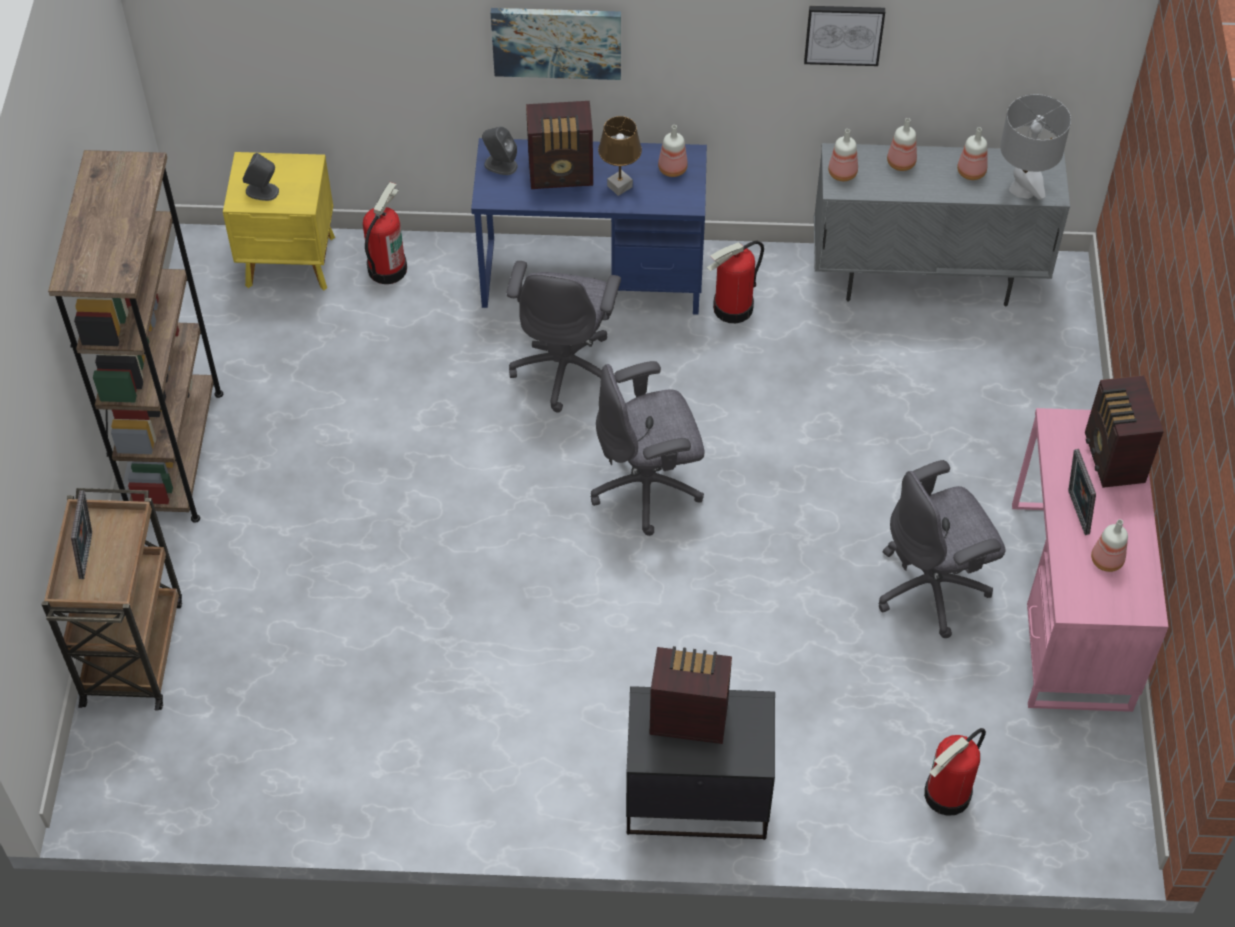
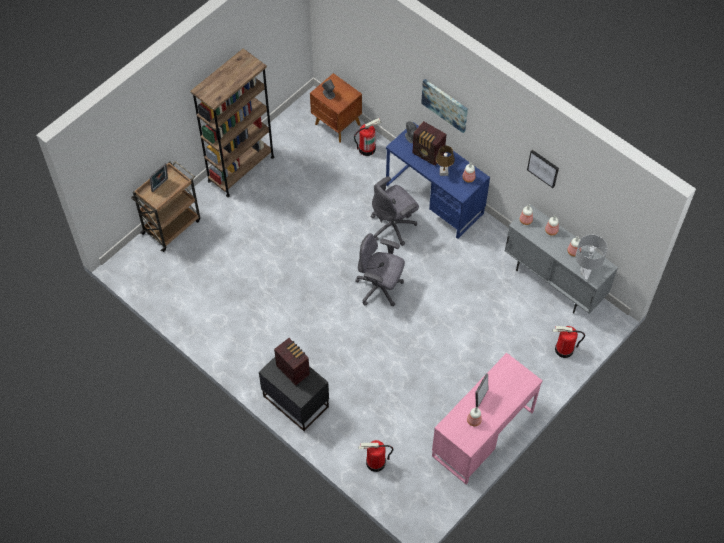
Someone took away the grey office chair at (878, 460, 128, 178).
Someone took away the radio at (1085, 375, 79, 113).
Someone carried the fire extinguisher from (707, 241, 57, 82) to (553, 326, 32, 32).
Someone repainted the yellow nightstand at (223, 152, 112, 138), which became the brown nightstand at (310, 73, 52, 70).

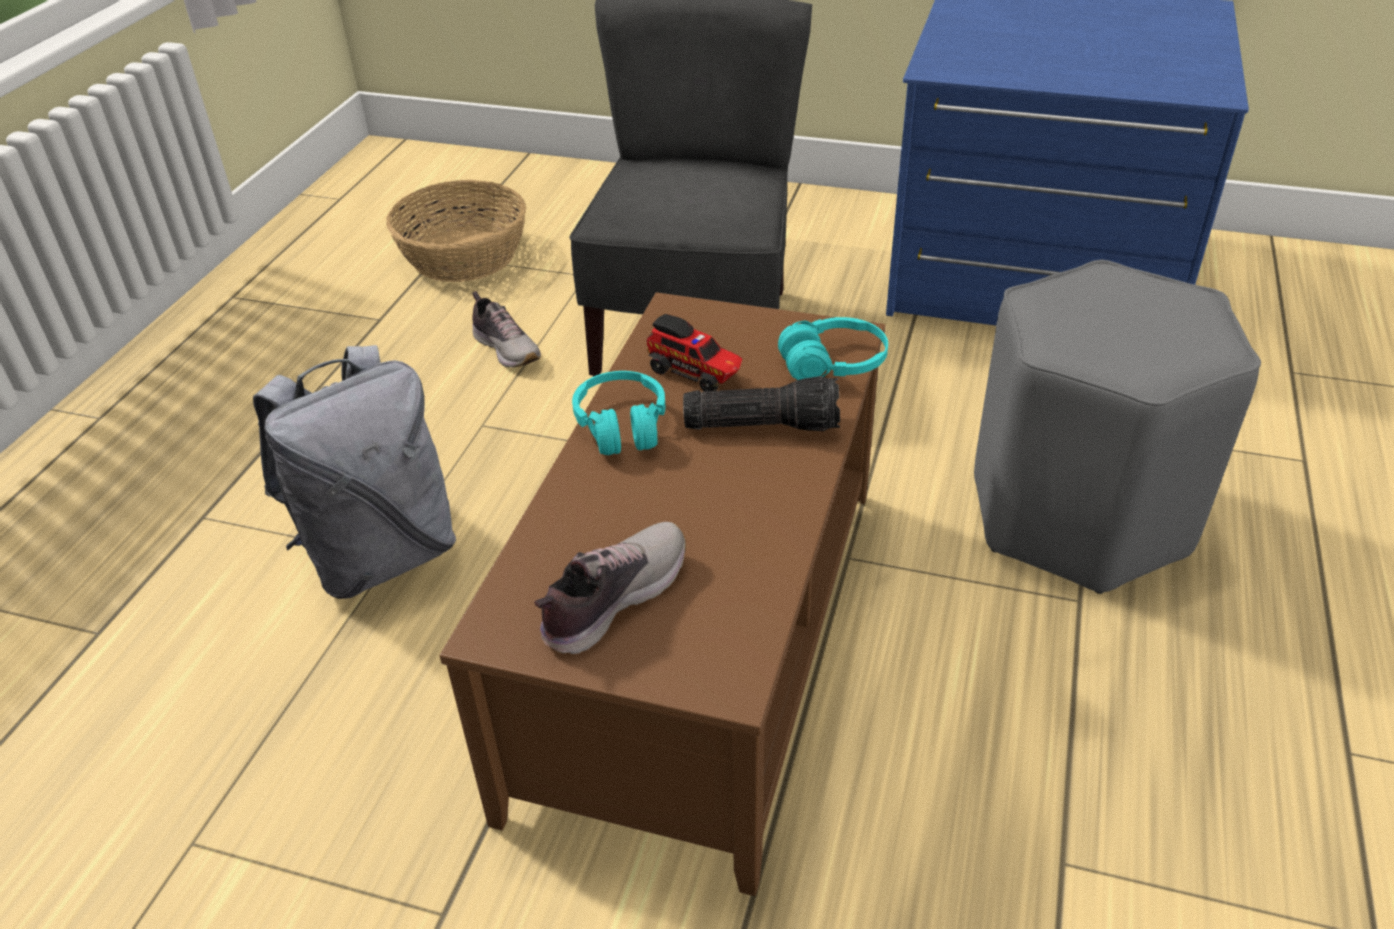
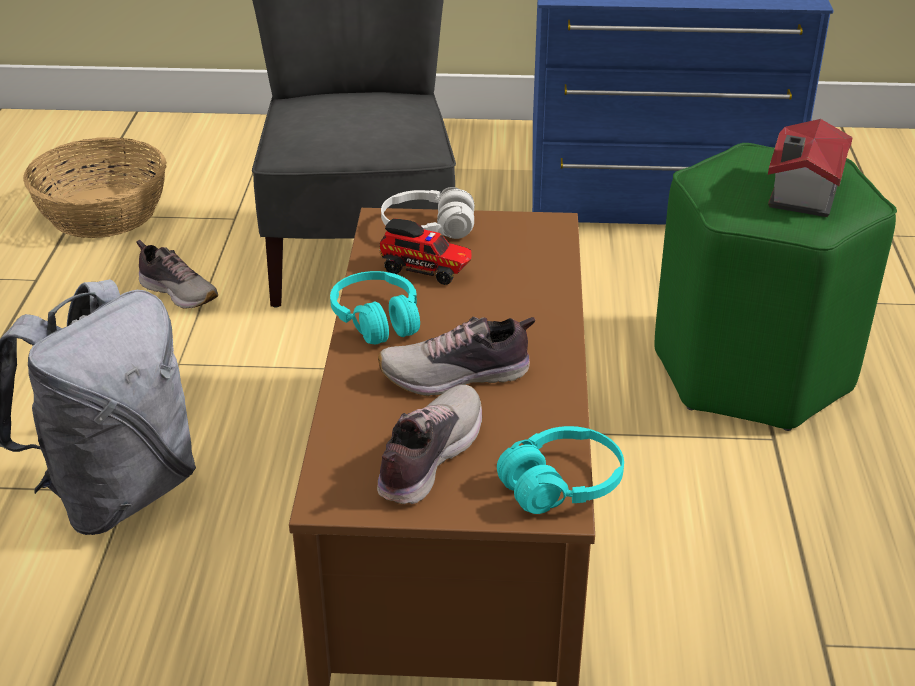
Someone took away the flashlight at (683, 376, 157, 55).
Someone put down the shoe at (378, 317, 157, 79).
Someone put down the white headphones at (381, 187, 93, 52).
Someone put down the toy house at (768, 119, 85, 98).
Someone carried the turquoise headphones from (778, 317, 110, 63) to (497, 426, 127, 88).
Someone repainted the grey stool at (974, 260, 287, 334), which became the green stool at (655, 143, 242, 288).

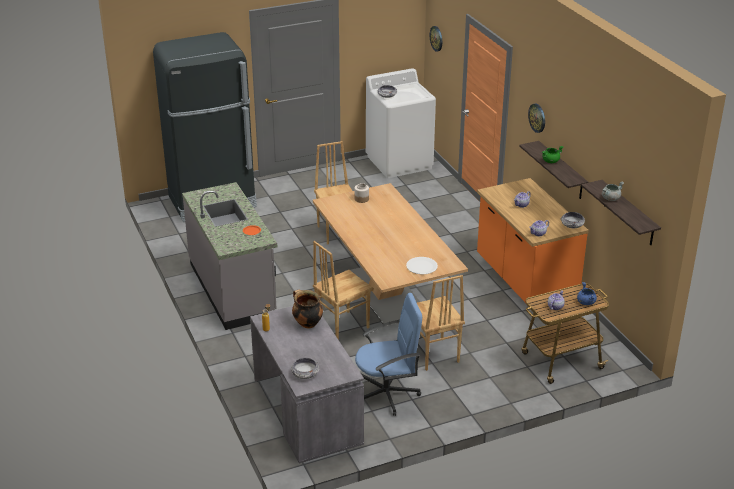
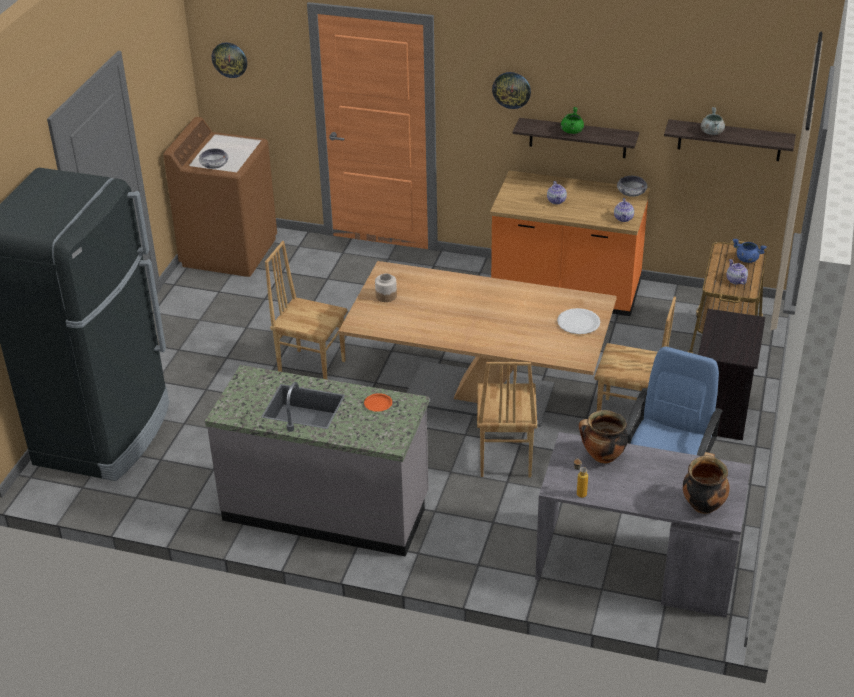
Someone put down the black nightstand at (698, 309, 67, 131).
Someone swapped the bowl at (291, 358, 28, 21) for the cooking pot at (683, 452, 47, 62).
Someone repainted the white washing machine at (366, 68, 70, 110), which became the brown washing machine at (163, 117, 114, 160).

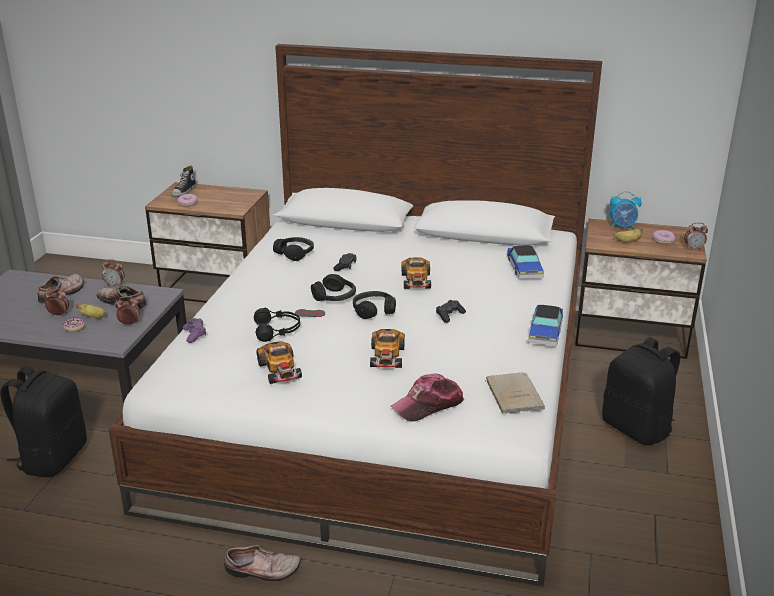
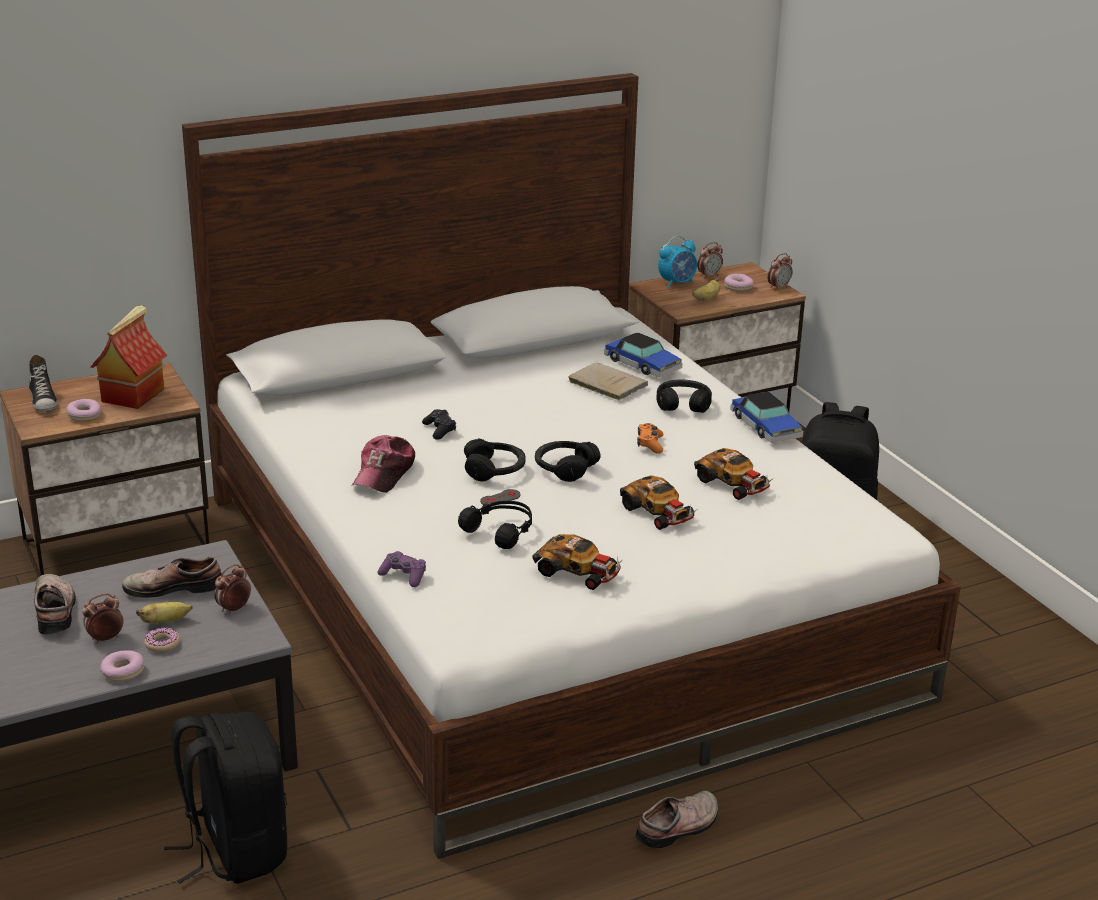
Someone put down the toy house at (91, 305, 76, 104).
Someone put down the donut at (100, 650, 44, 31).
Someone carried the alarm clock from (102, 259, 23, 28) to (697, 242, 26, 37).
Someone carried the black headphones from (273, 237, 41, 24) to (656, 379, 56, 34).
Someone carried the cap from (391, 374, 73, 48) to (352, 435, 63, 58).
Someone carried the toy car from (402, 257, 29, 32) to (694, 448, 78, 52).
Someone carried the beige book from (485, 373, 60, 41) to (567, 362, 81, 38).
Someone repainted the black game controller at (436, 300, 30, 23), which became the orange game controller at (637, 423, 27, 31).

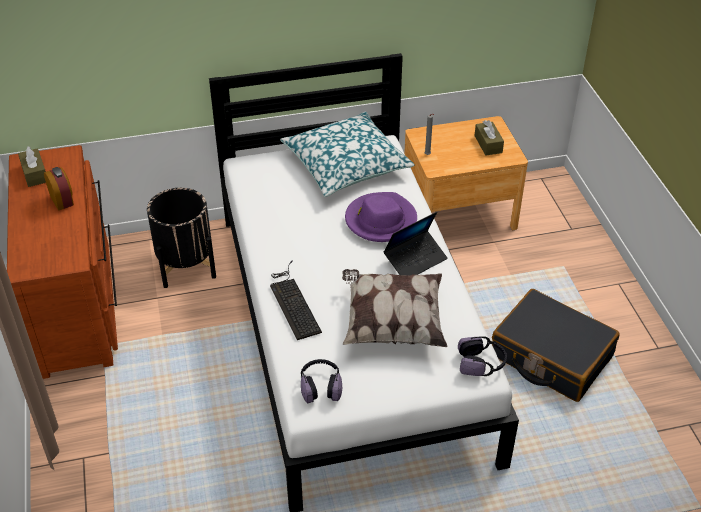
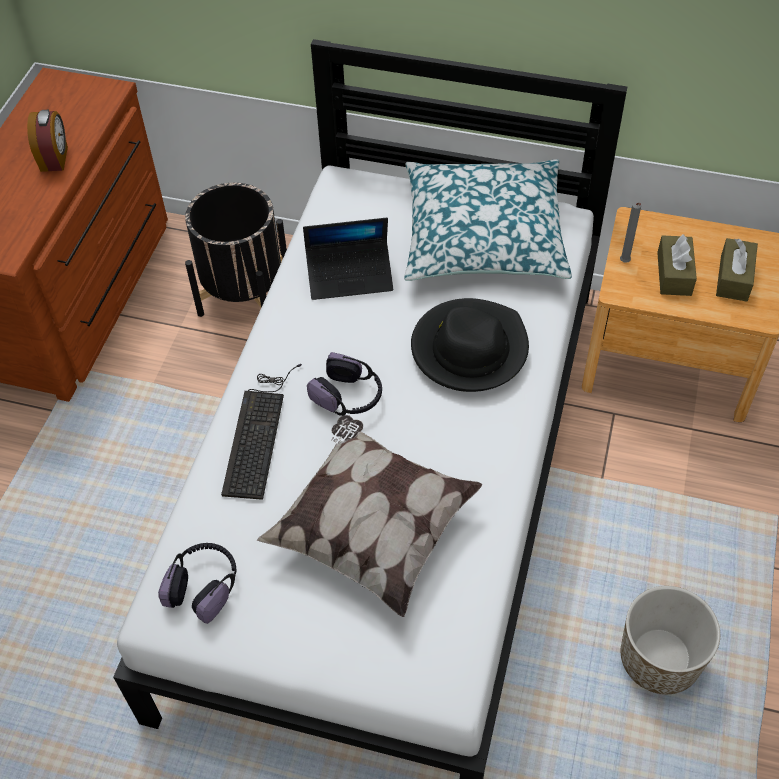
Someone carried the brown tissue box from (18, 146, 28, 41) to (657, 234, 40, 62).
Someone carried the laptop from (383, 212, 65, 63) to (303, 218, 90, 82).
Someone carried the headphones from (458, 336, 49, 40) to (307, 352, 75, 64).
Someone swapped the black suitcase at (492, 289, 128, 113) for the planter at (621, 586, 99, 108).
Someone repainted the purple hat at (345, 192, 72, 50), which became the black hat at (411, 298, 118, 94).

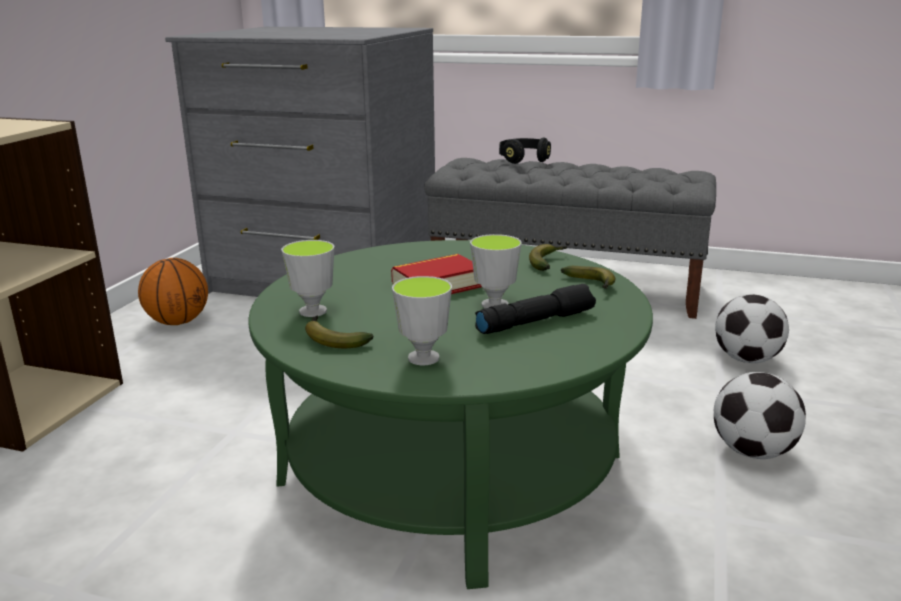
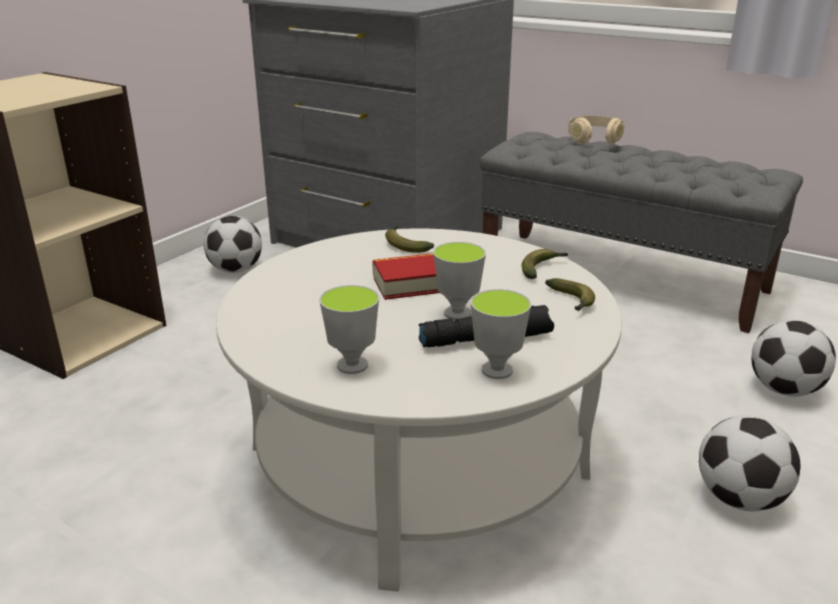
Someone carried the cup from (281, 240, 54, 77) to (471, 289, 61, 90).
Someone carried the banana from (305, 316, 69, 32) to (385, 226, 49, 27).
Someone swapped the basketball at (138, 258, 70, 67) for the football at (203, 216, 59, 57).
Someone repainted the green coffee table at (249, 240, 404, 349), which became the white coffee table at (216, 228, 406, 364).
Someone repainted the black headphones at (499, 137, 52, 27), which became the beige headphones at (568, 116, 57, 28).

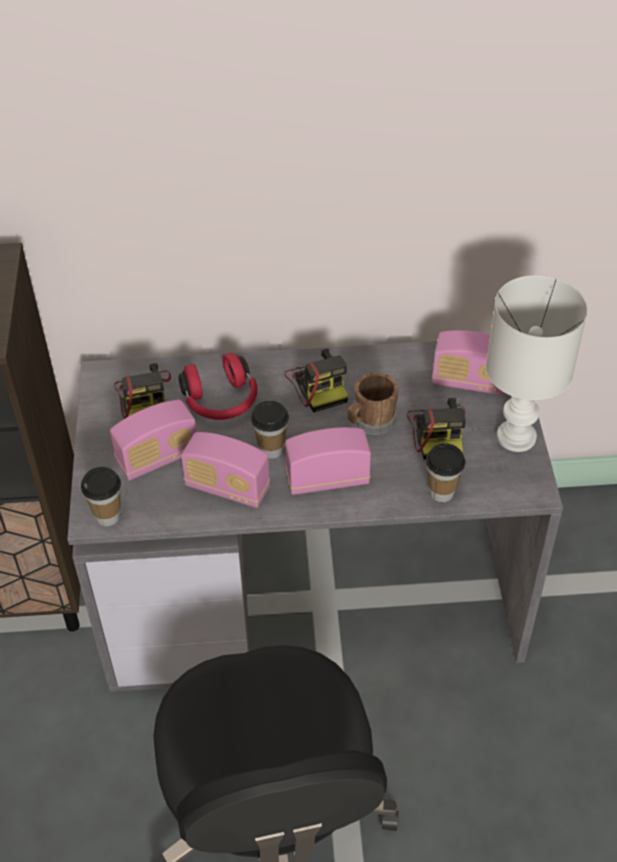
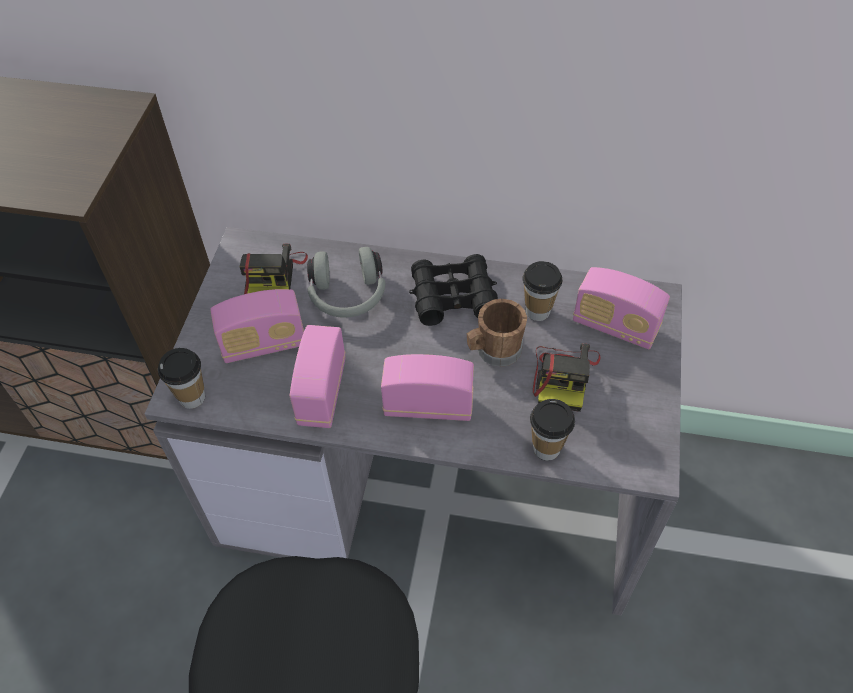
Someone took away the white table lamp at (486, 275, 102, 177).
Someone carried the cup from (251, 401, 38, 58) to (522, 261, 40, 60).
Someone swapped the photo camera at (285, 349, 63, 64) for the black binoculars at (409, 254, 89, 72).
Someone repainted the red headphones at (179, 352, 79, 68), which became the grey headphones at (307, 247, 78, 71).
Someone rotated the radio at (181, 432, 89, 76) by 60 degrees clockwise.

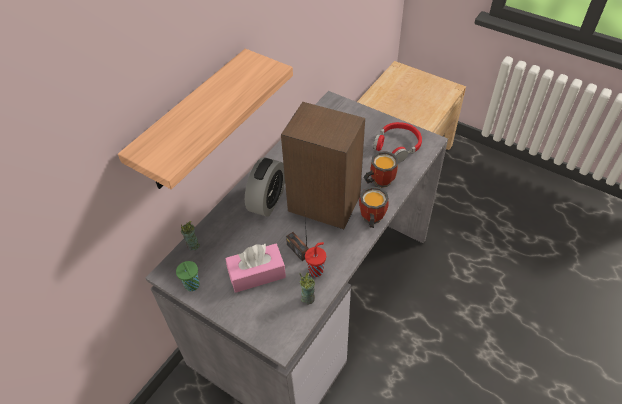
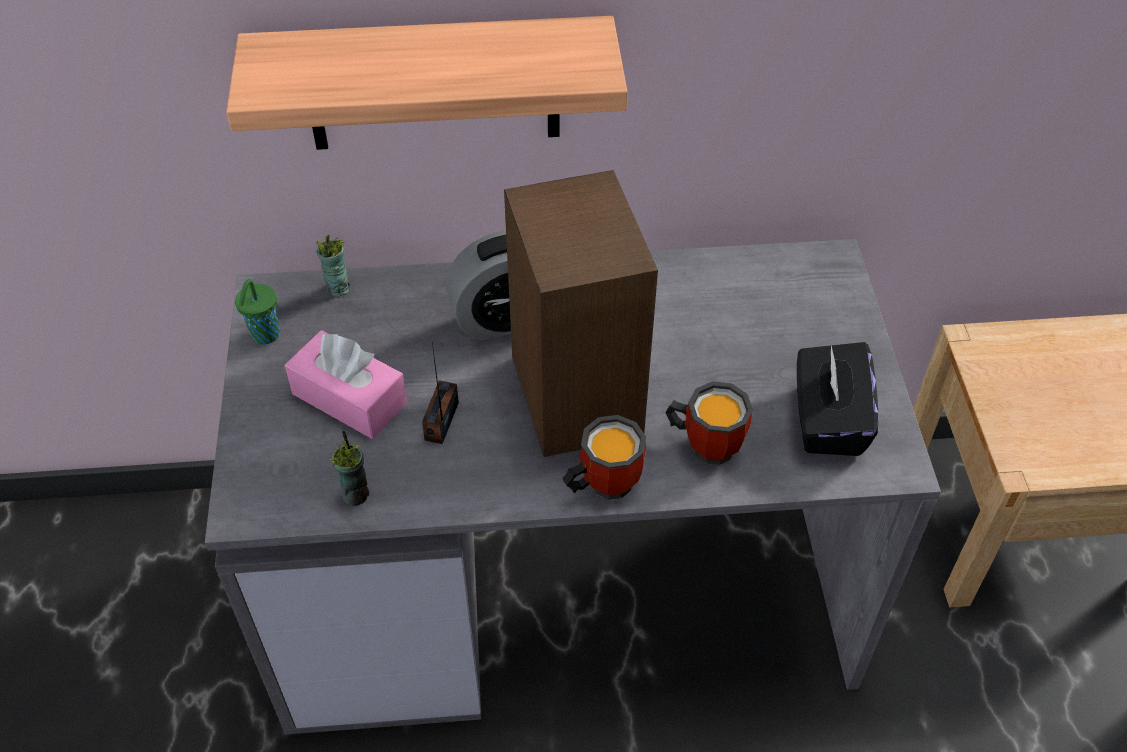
Someone took away the red cup at (305, 242, 21, 35).
Someone swapped the red headphones at (373, 122, 49, 41) for the black tissue box at (797, 342, 82, 114).

